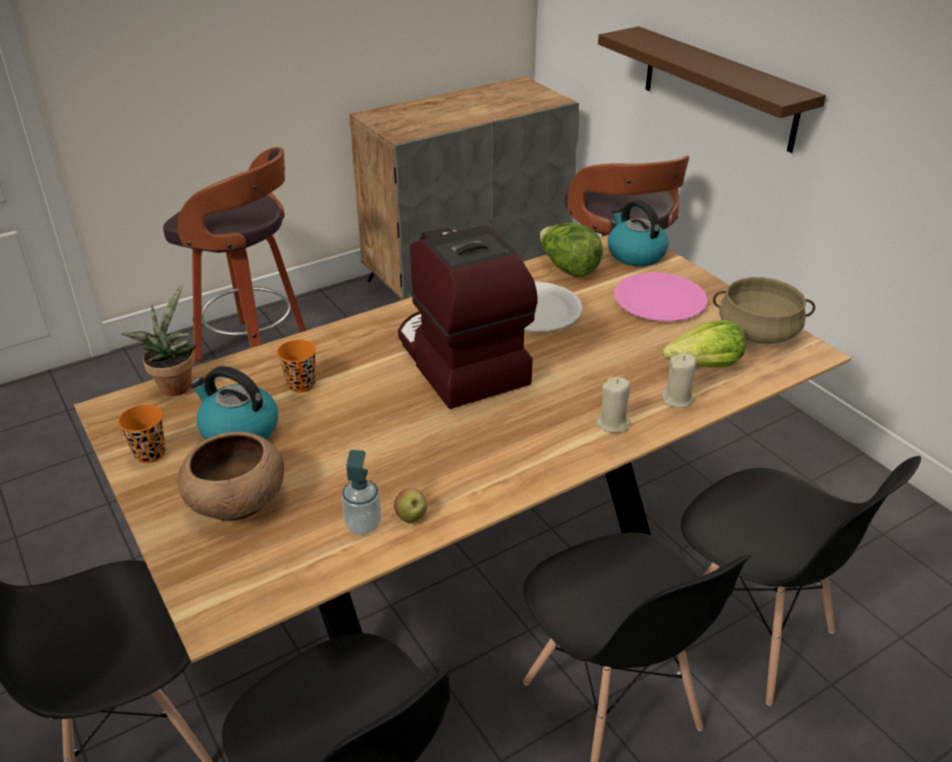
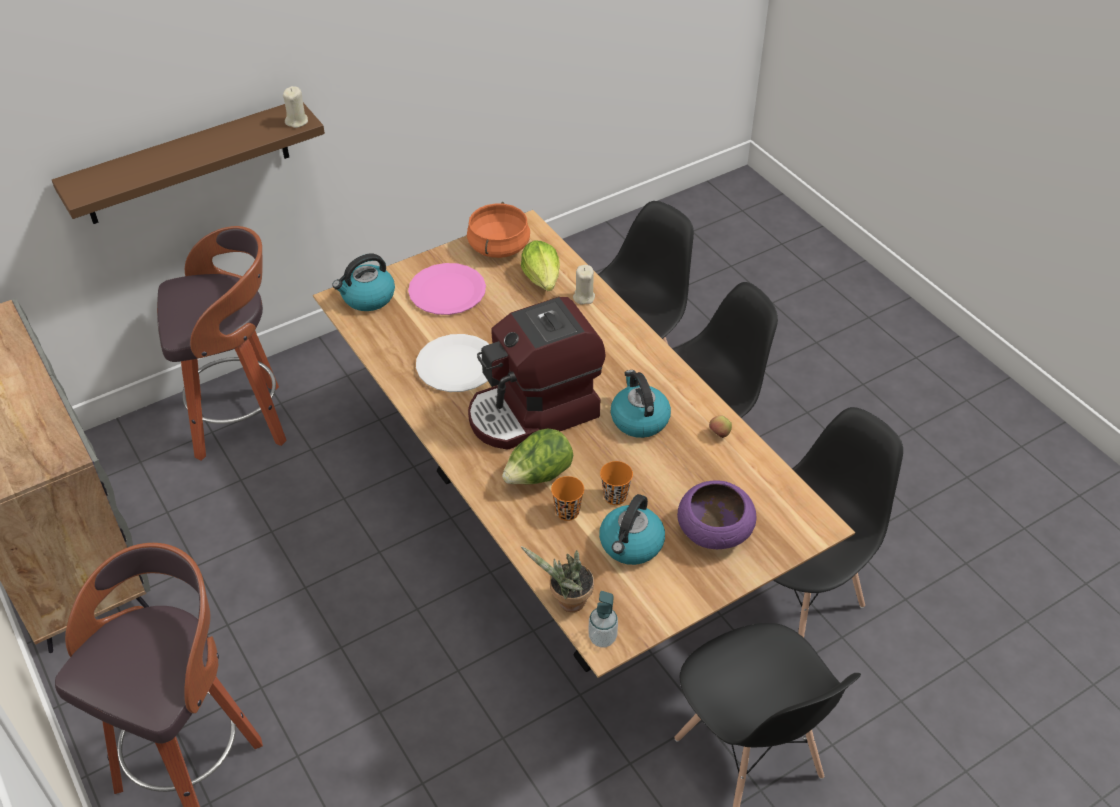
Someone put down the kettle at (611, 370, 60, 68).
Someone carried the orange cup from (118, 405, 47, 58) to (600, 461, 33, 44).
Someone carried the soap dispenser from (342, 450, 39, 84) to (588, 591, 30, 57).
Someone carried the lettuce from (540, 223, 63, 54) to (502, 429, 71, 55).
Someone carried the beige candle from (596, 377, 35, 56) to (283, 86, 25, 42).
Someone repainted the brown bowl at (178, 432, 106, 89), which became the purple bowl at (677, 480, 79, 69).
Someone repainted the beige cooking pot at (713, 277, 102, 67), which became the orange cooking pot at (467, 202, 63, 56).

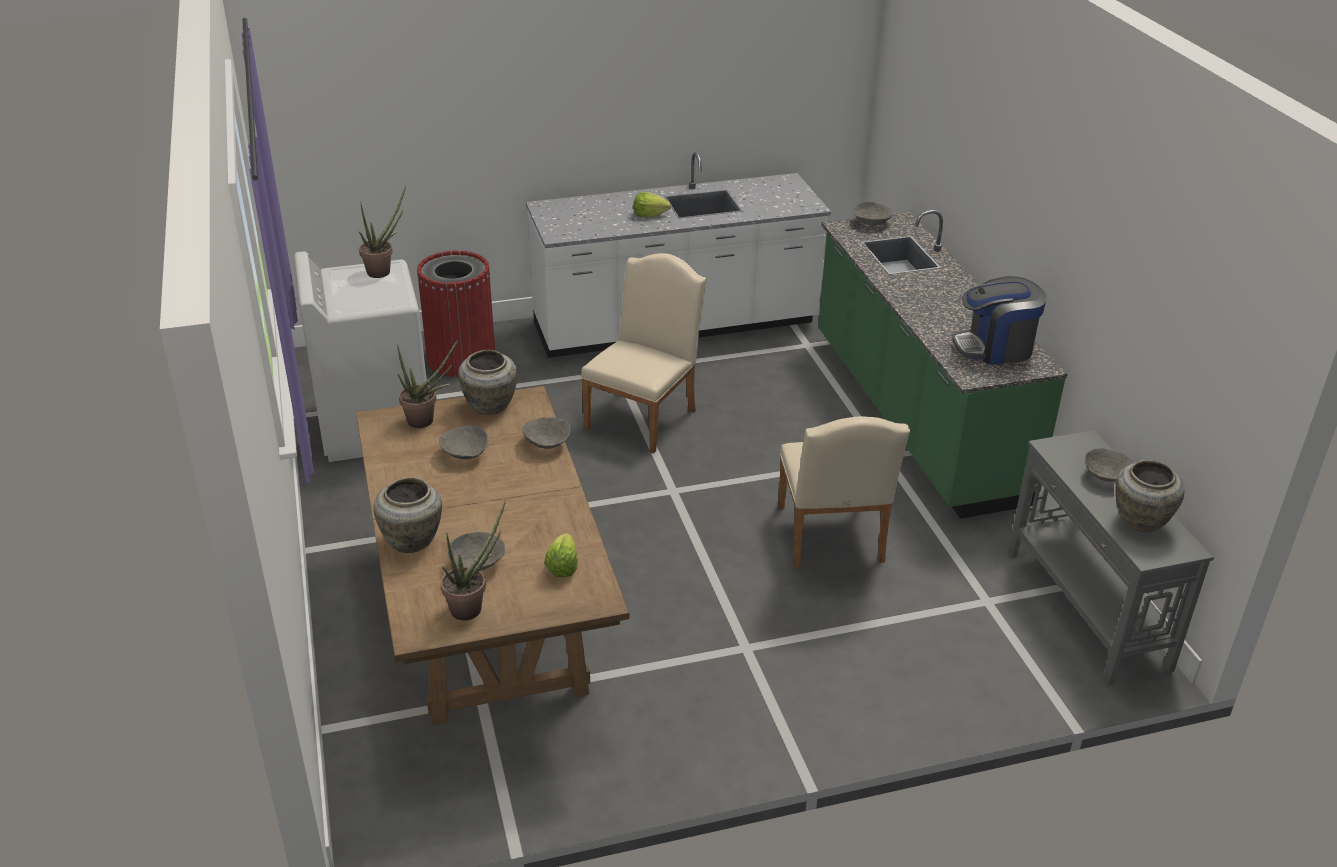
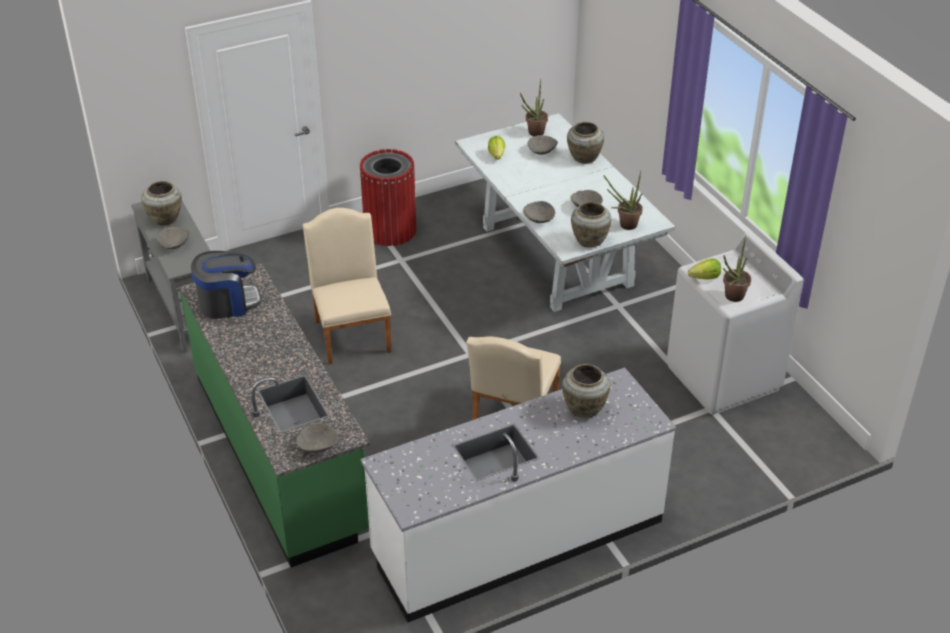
Someone put down the beige vase at (562, 364, 48, 54).
Someone carried the red trash can from (417, 250, 78, 127) to (360, 149, 56, 97).
Someone carried the lettuce from (633, 192, 38, 25) to (688, 258, 33, 21).
Someone repainted the brown dining table at (356, 386, 273, 339), which became the white dining table at (455, 113, 220, 199).

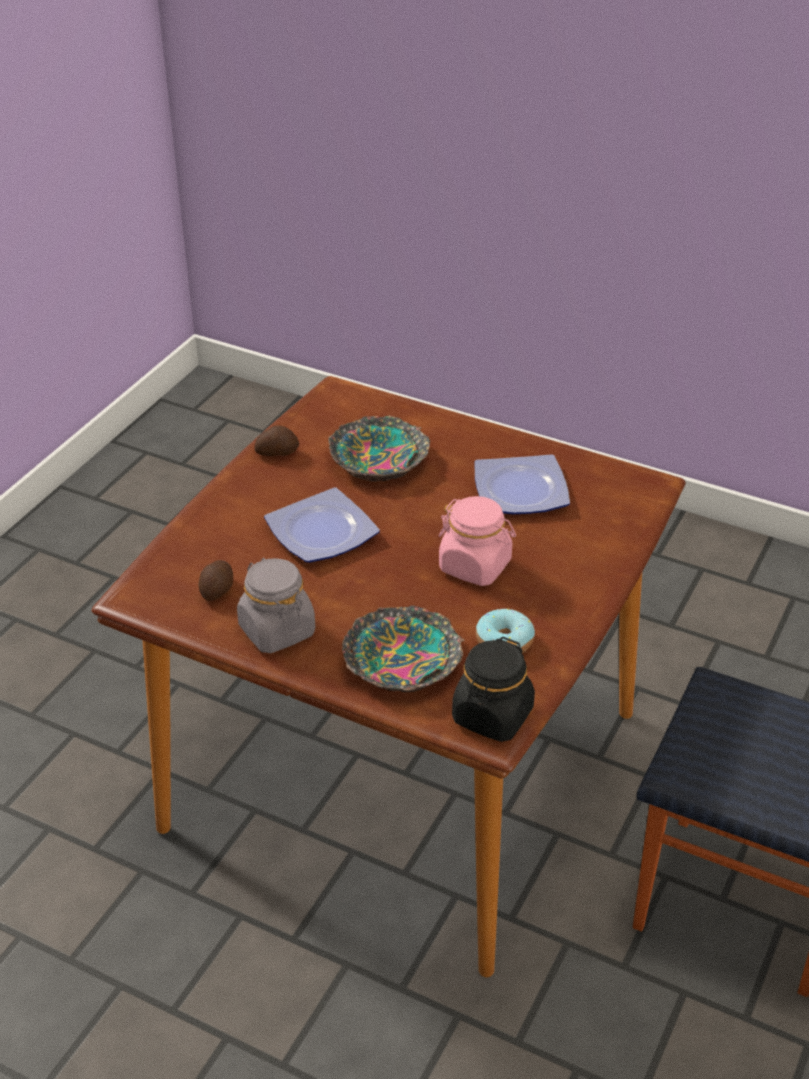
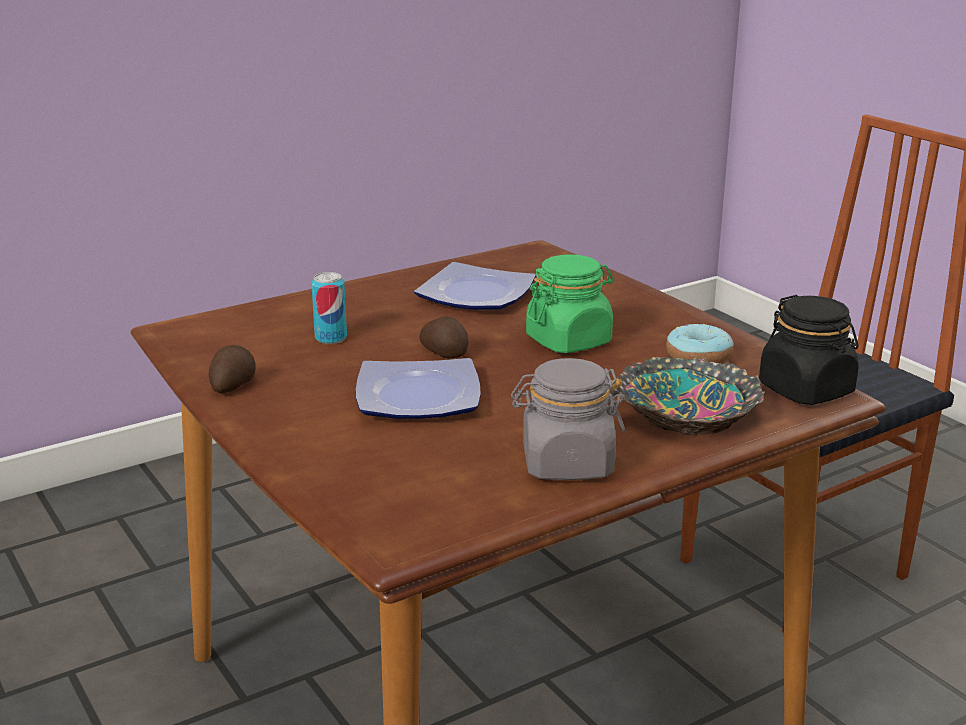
Someone carried the potato from (199, 560, 34, 41) to (419, 316, 49, 42).
Someone swapped the bowl at (328, 415, 102, 67) for the can at (311, 272, 36, 72).
Someone repainted the pink jar at (438, 496, 78, 90), which became the green jar at (526, 255, 88, 98).

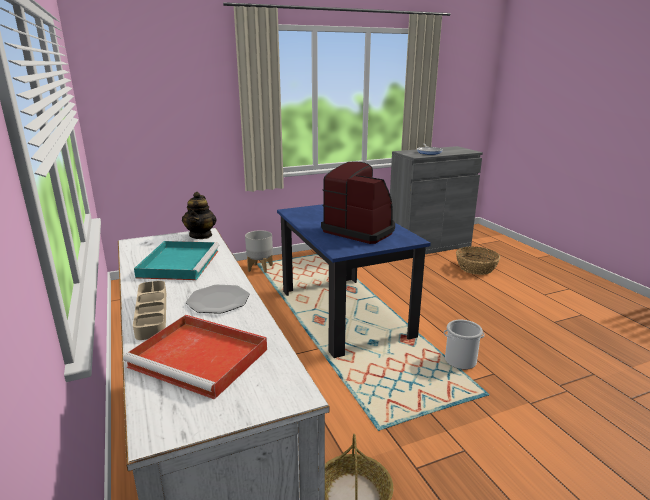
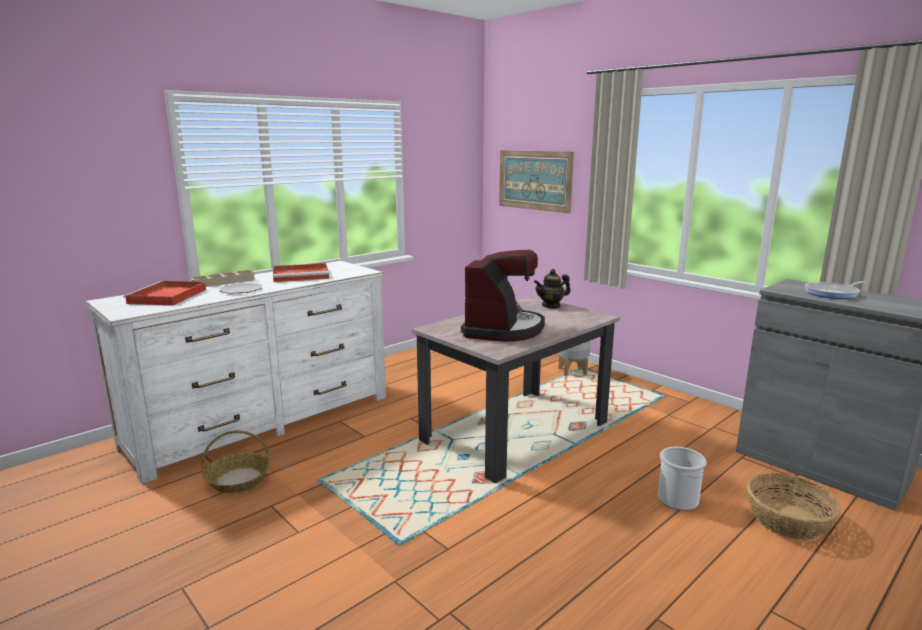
Someone put up the picture at (499, 150, 75, 63).
Someone carried the teapot from (182, 192, 35, 47) to (534, 269, 37, 39).
Someone carried the bucket from (444, 320, 40, 50) to (658, 447, 49, 64).
Someone repainted the turquoise tray at (134, 241, 86, 39), which became the red tray at (273, 263, 56, 19).
Someone repainted the blue dining table at (277, 204, 154, 154), which became the beige dining table at (411, 296, 209, 188).

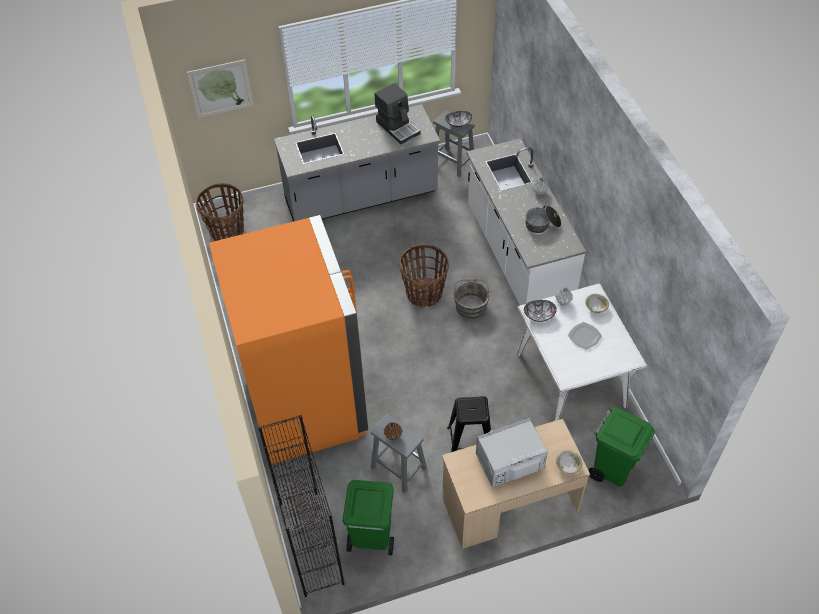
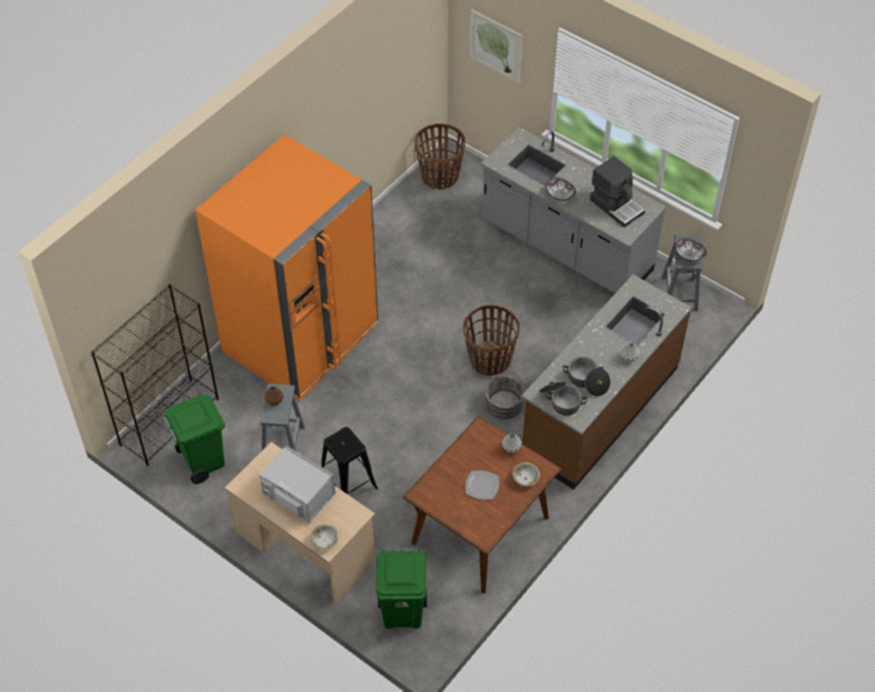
Someone put down the cooking pot at (539, 382, 48, 34).
Someone carried the bowl from (524, 300, 33, 22) to (546, 177, 30, 24).
Someone repainted the white counter at (466, 139, 120, 166), which became the brown counter at (521, 274, 171, 216).
Someone repainted the white dining table at (517, 283, 130, 138), which became the brown dining table at (403, 416, 158, 177).
Someone rotated the coffee machine at (375, 83, 45, 61) by 60 degrees counterclockwise.

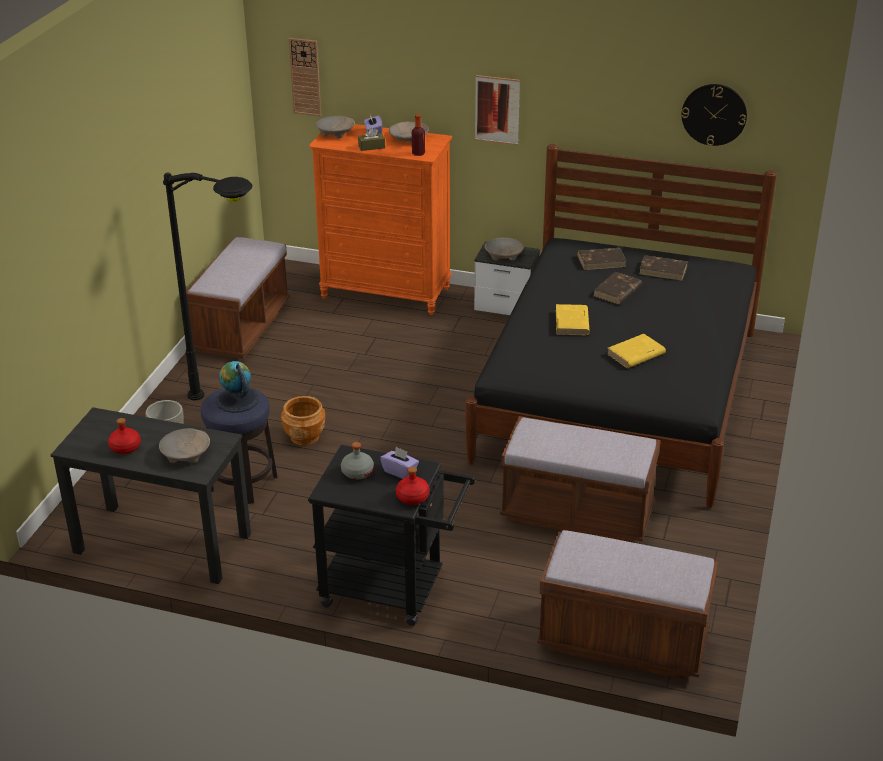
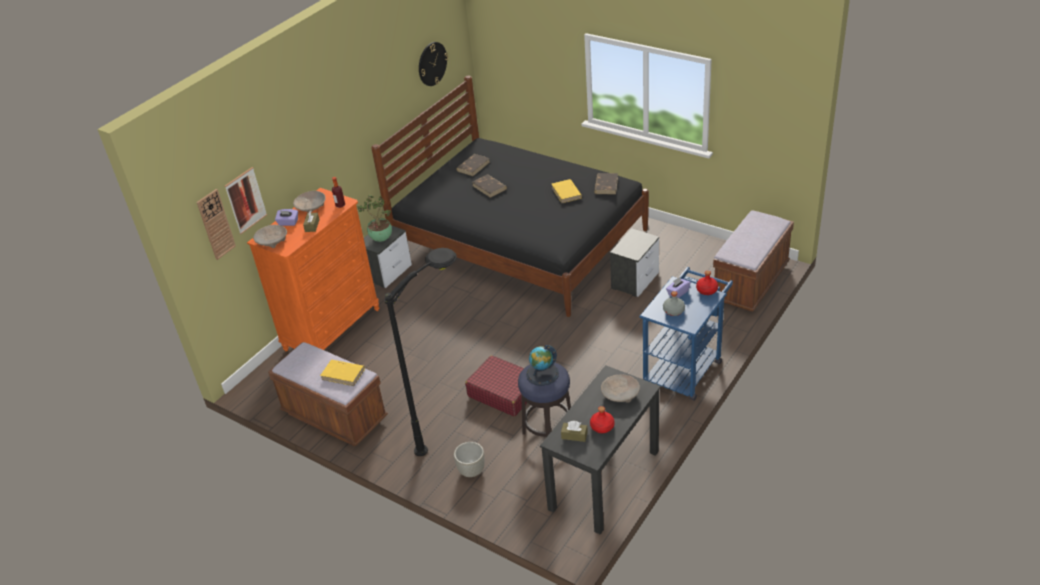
Someone put down the brown tissue box at (561, 421, 27, 21).
Someone carried the picture from (475, 75, 45, 70) to (225, 167, 42, 67).
Someone carried the yellow book from (556, 304, 34, 31) to (320, 360, 45, 26).
Someone carried the brown book from (577, 248, 49, 22) to (594, 173, 24, 21).
Someone swapped the brown planter at (281, 396, 45, 49) for the red suitcase at (465, 355, 62, 61).
Someone swapped the beige bowl at (485, 238, 39, 22) for the potted plant at (358, 195, 34, 47).
Someone swapped the brown bench at (500, 416, 161, 127) for the nightstand at (610, 229, 49, 68).
Someone repainted the black cart at (308, 445, 167, 181), which became the blue cart at (639, 267, 94, 134).

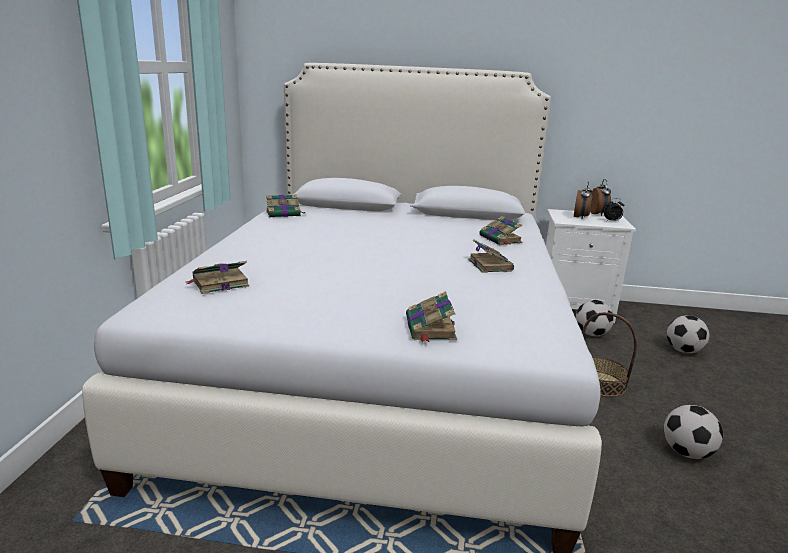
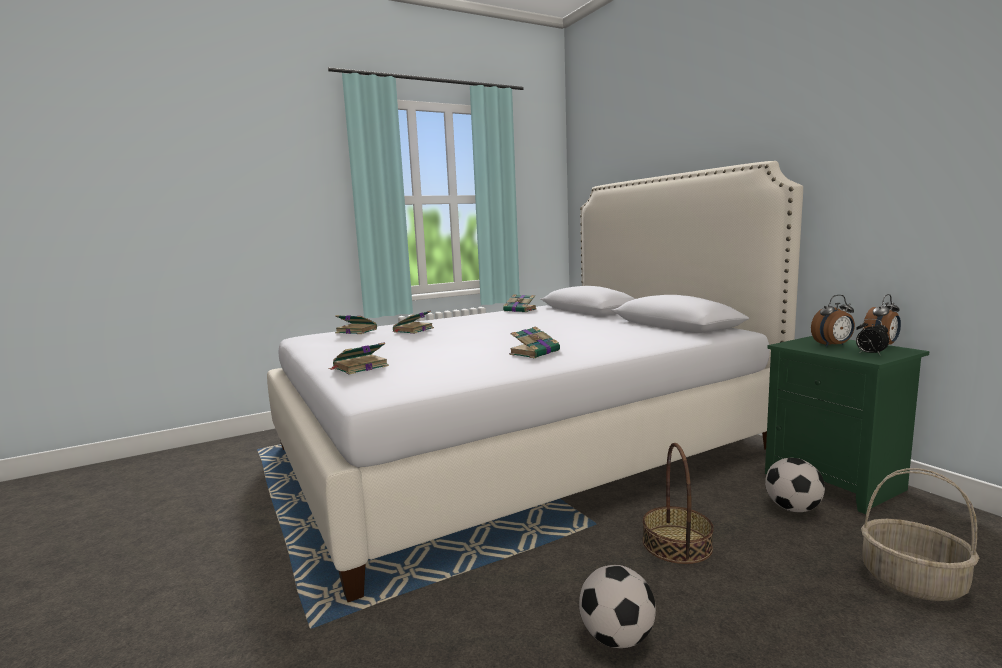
Someone carried the book from (479, 216, 43, 29) to (393, 311, 41, 23).
Someone swapped the football at (667, 315, 42, 38) for the basket at (861, 468, 118, 133).
Someone repainted the white nightstand at (546, 209, 90, 114), which became the green nightstand at (765, 336, 165, 178).

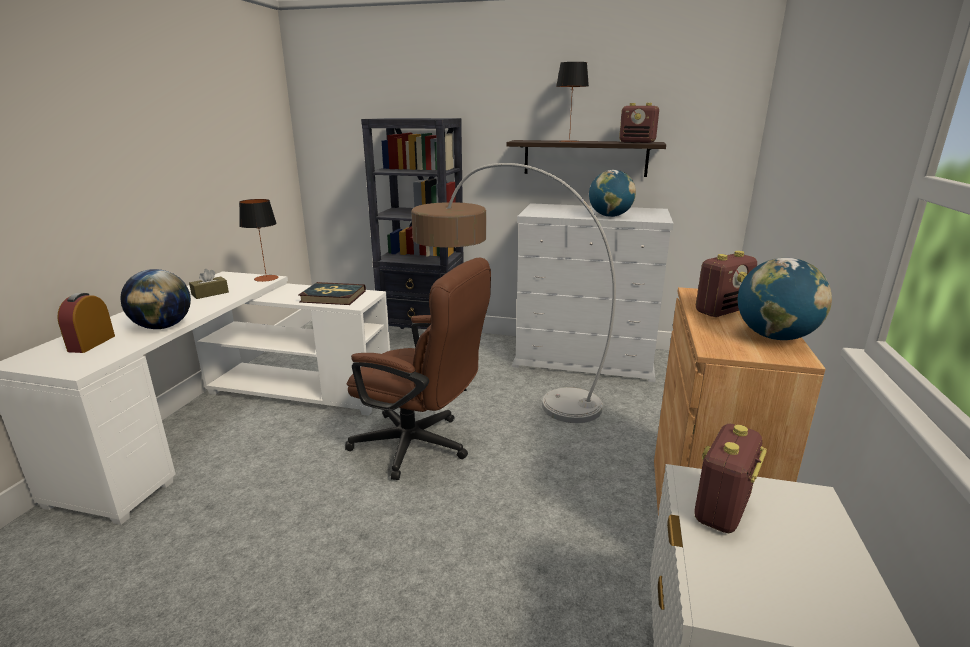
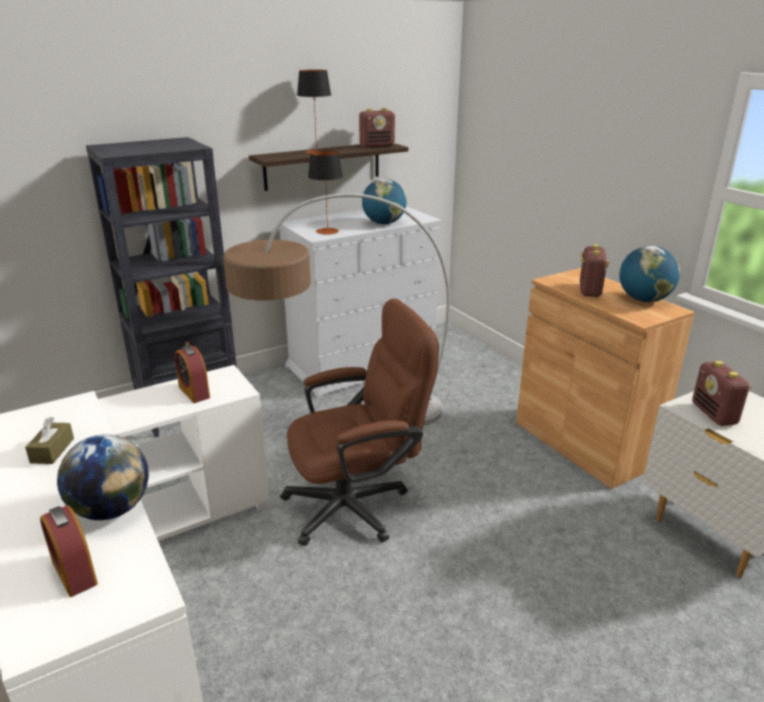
Someone carried the table lamp from (239, 199, 39, 83) to (308, 150, 35, 84).
Someone swapped the book at (298, 282, 68, 23) for the alarm clock at (175, 345, 35, 58).

